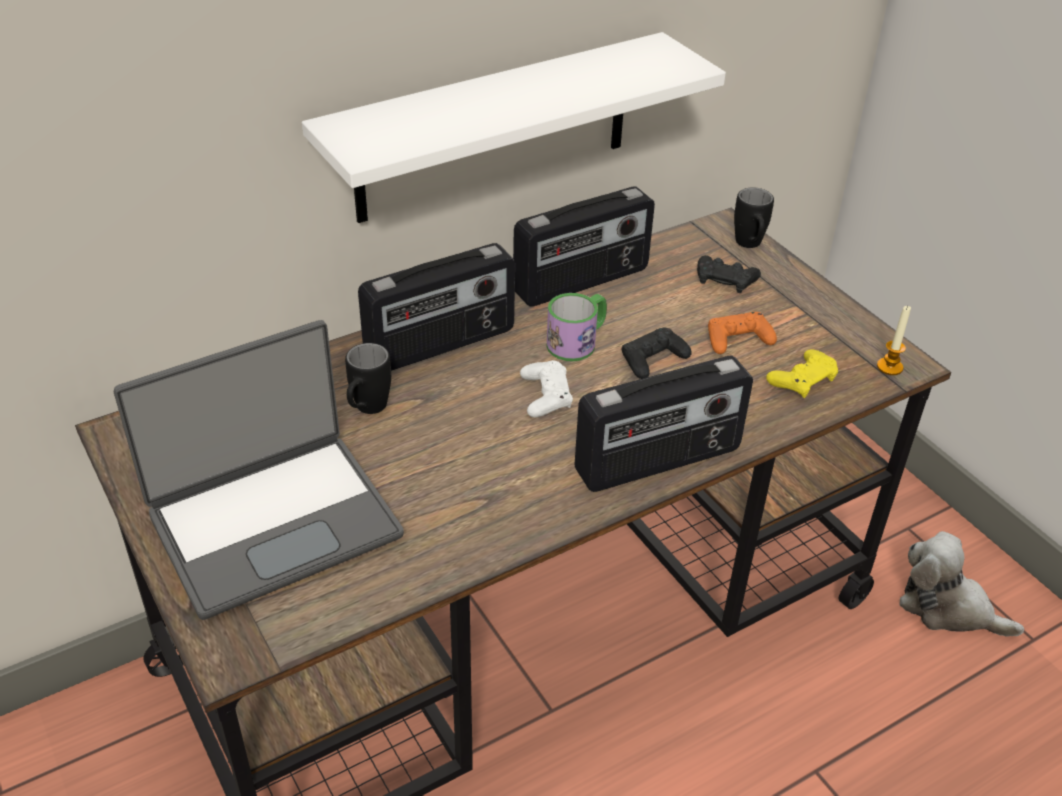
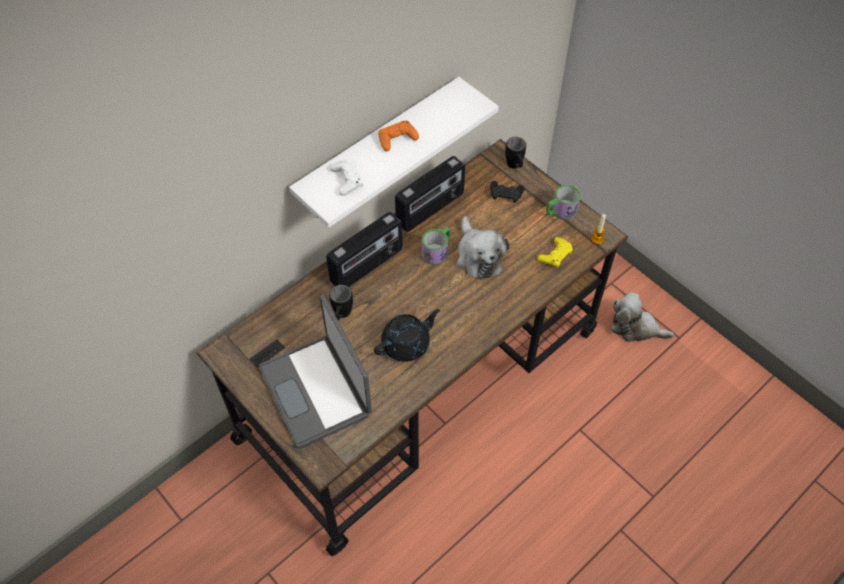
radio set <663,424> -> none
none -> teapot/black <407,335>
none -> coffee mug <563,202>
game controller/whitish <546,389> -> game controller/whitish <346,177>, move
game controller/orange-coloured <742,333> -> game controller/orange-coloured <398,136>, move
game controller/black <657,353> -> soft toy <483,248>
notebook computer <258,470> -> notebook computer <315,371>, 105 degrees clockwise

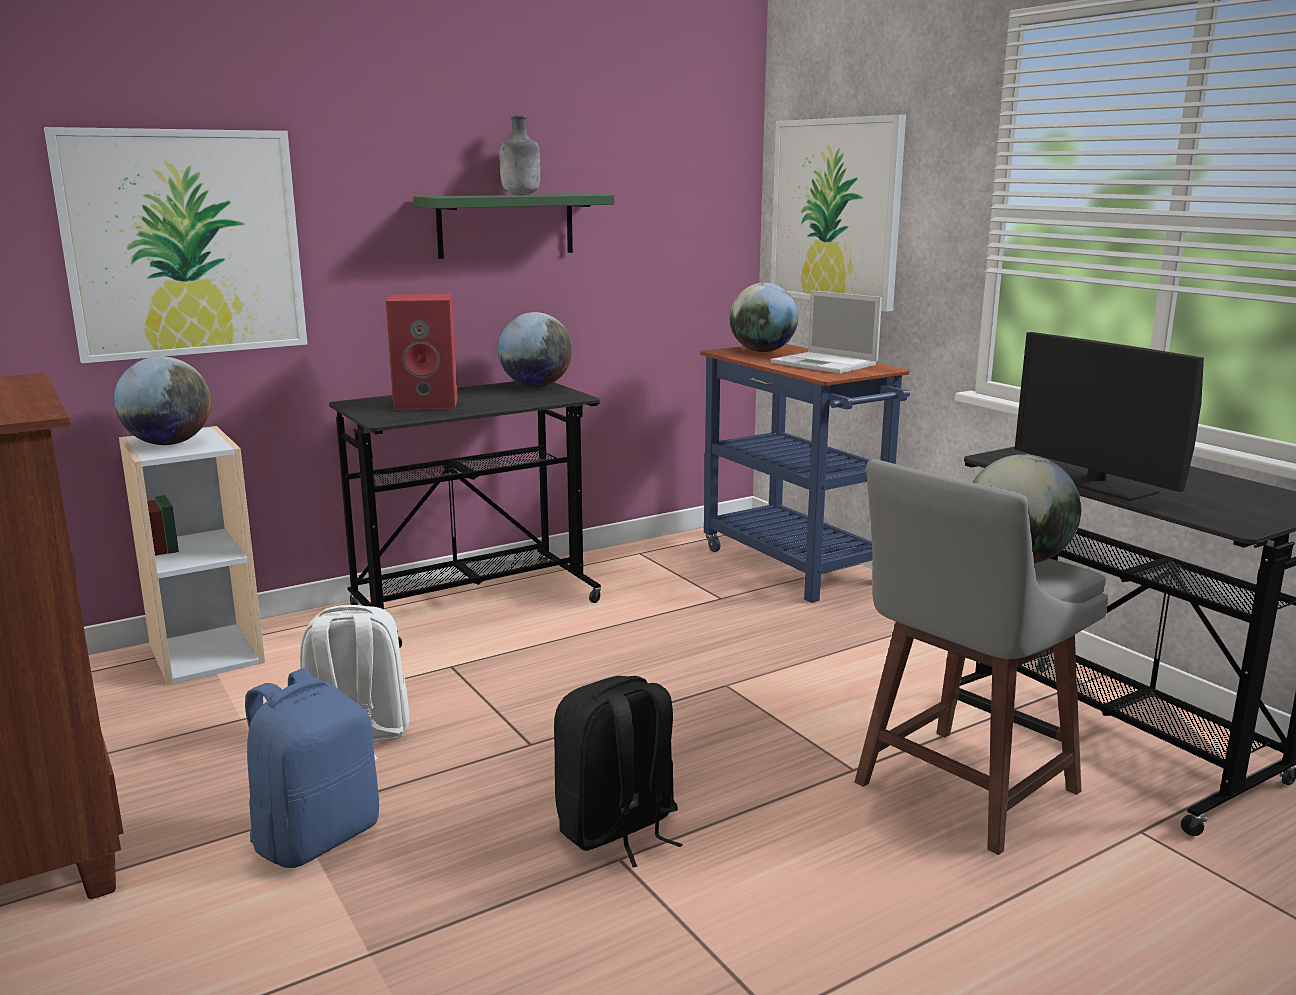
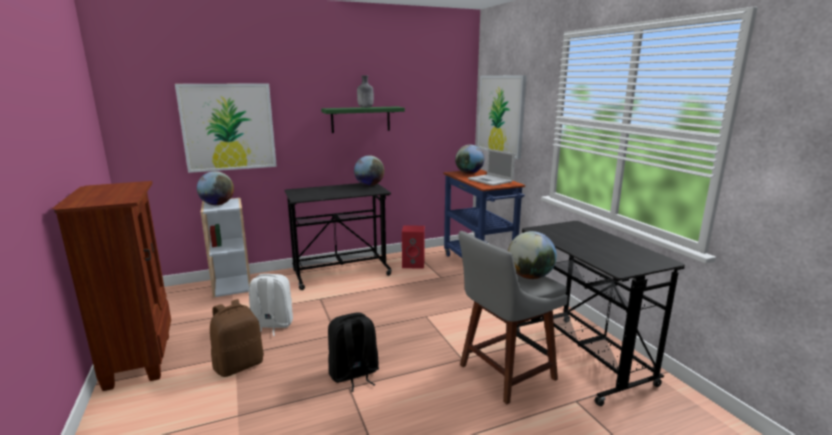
computer display <1109,416> -> none
loudspeaker/reddish <422,352> -> loudspeaker/reddish <413,247>, move
knapsack/blue <312,768> -> knapsack/brown-coloured <237,338>

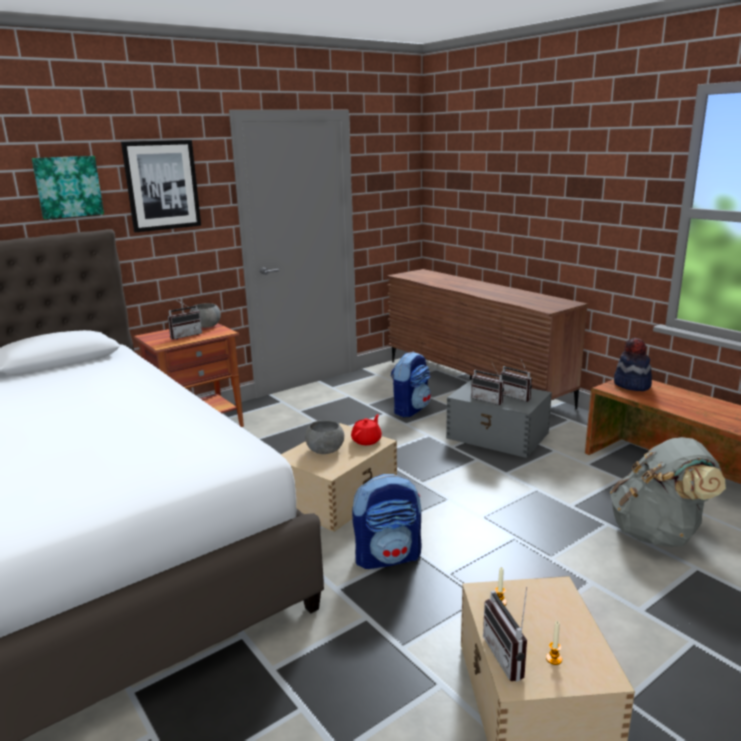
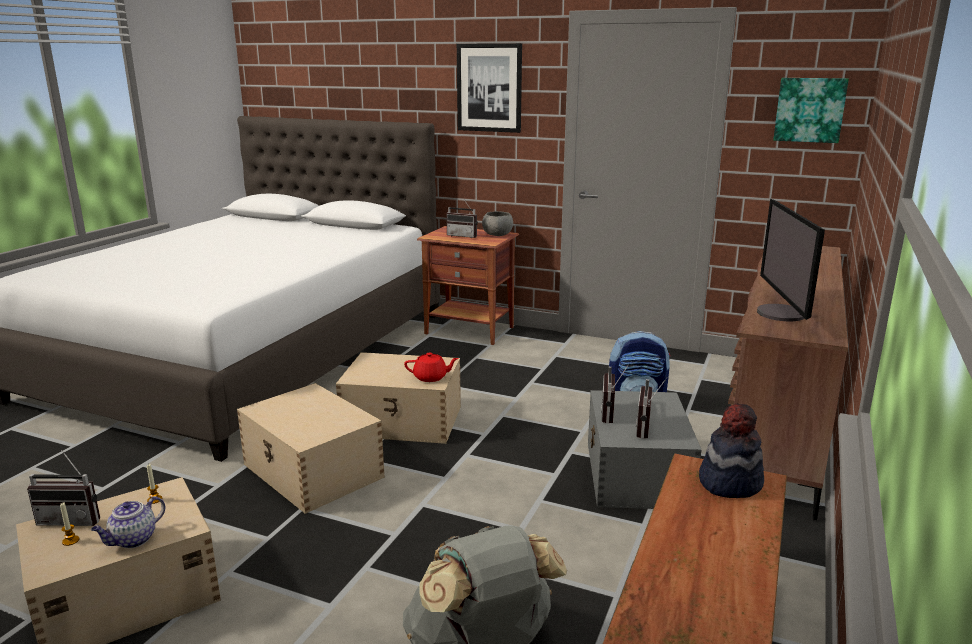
bowl/grey <324,437> -> none
none -> teapot <128,522>
none -> computer display <791,260>
picture <68,187> -> picture <811,110>, move
knapsack <387,521> -> storage bin/sand-coloured <311,448>
radio set <505,634> -> radio set <63,488>, 135 degrees counterclockwise

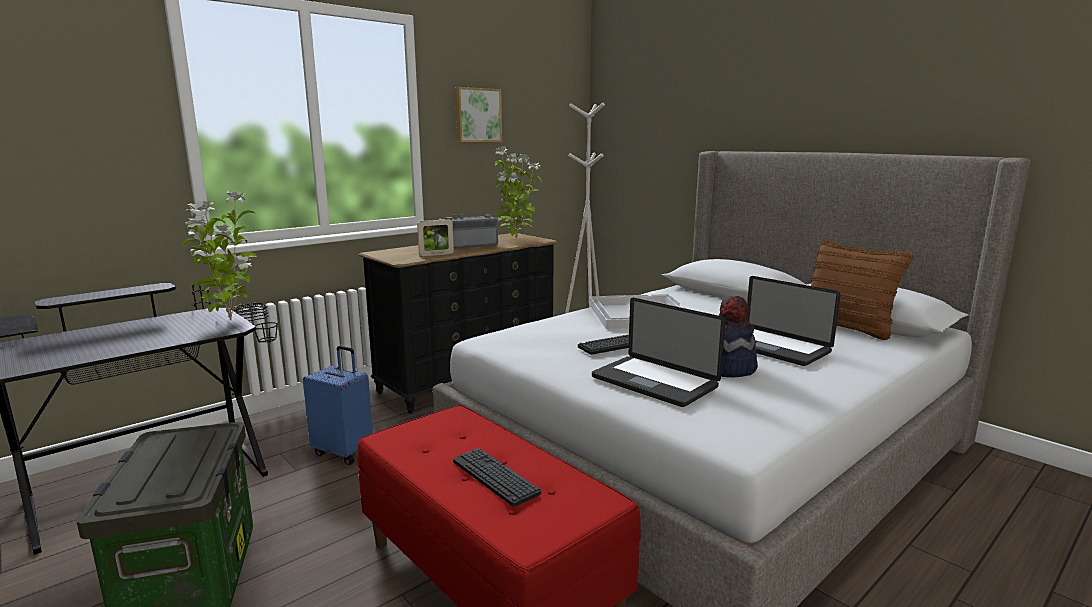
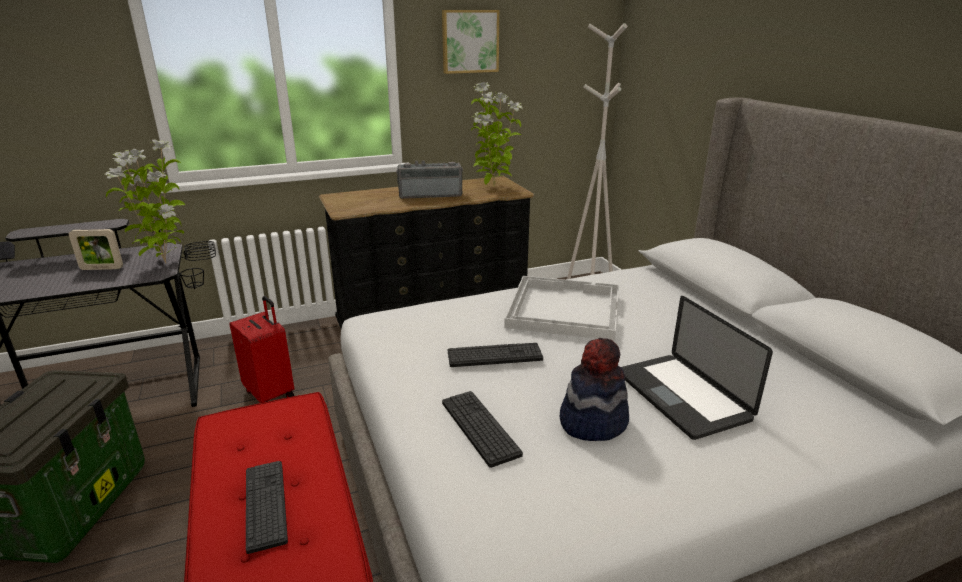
throw pillow/brown-coloured <863,290> -> none
standing frame <435,237> -> standing frame <96,249>, move
notebook computer <658,352> -> computer keyboard <482,429>
suitcase/blue <338,405> -> suitcase/reddish <261,349>

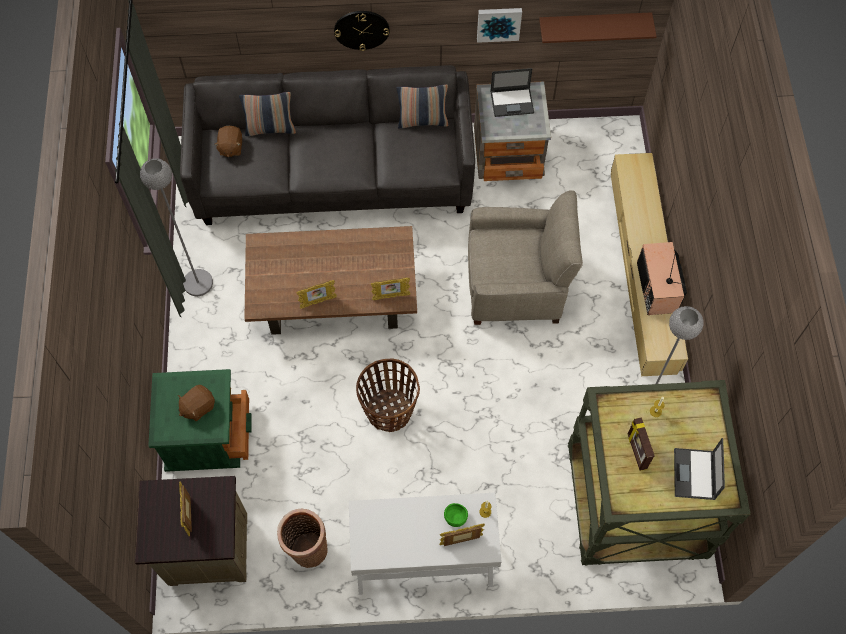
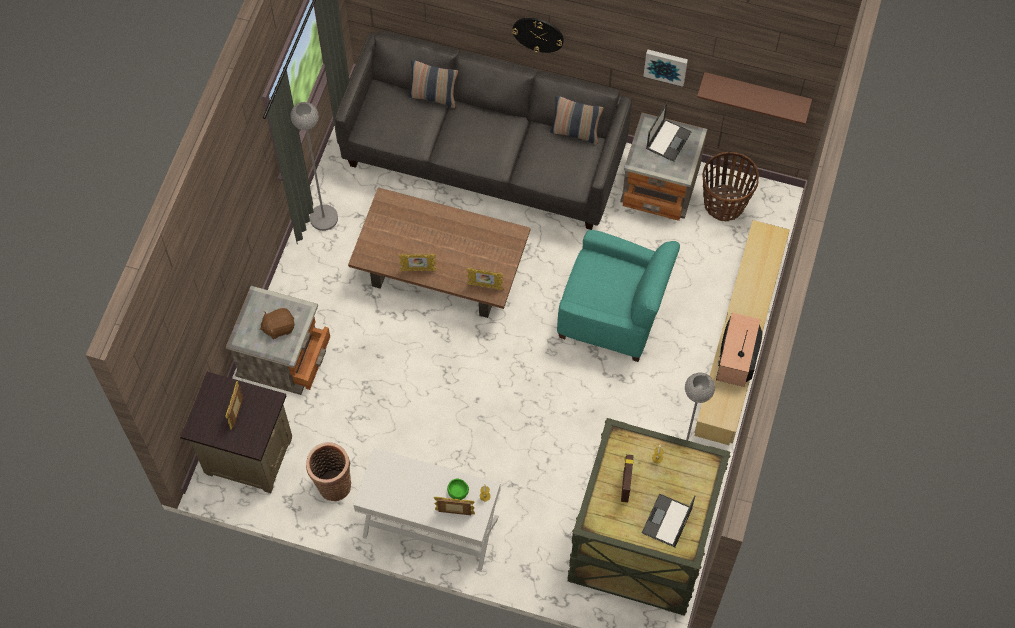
soft toy/brown-coloured <228,142> -> none
basket <388,395> -> basket <730,186>, move
night table/green <200,420> -> night table/grey <278,340>
lounge chair/sand-coloured <525,257> -> lounge chair/turquoise <618,296>
notebook computer <512,92> -> notebook computer <669,132>, 75 degrees counterclockwise

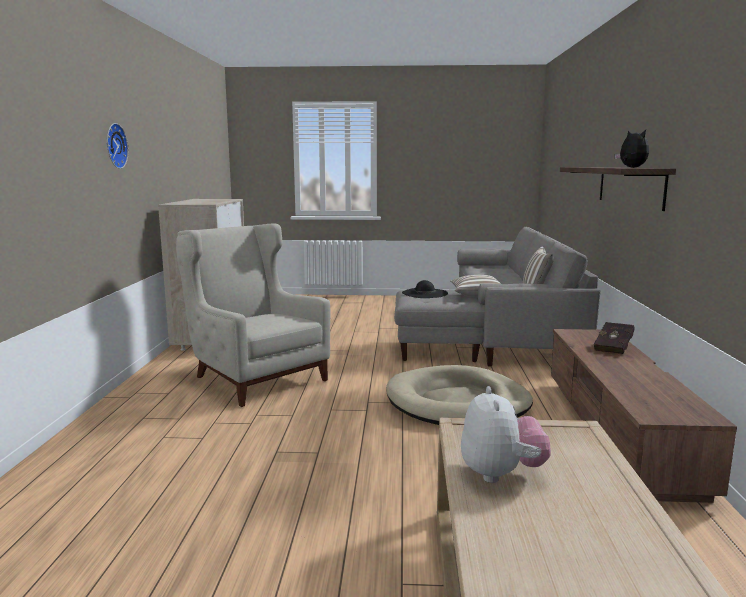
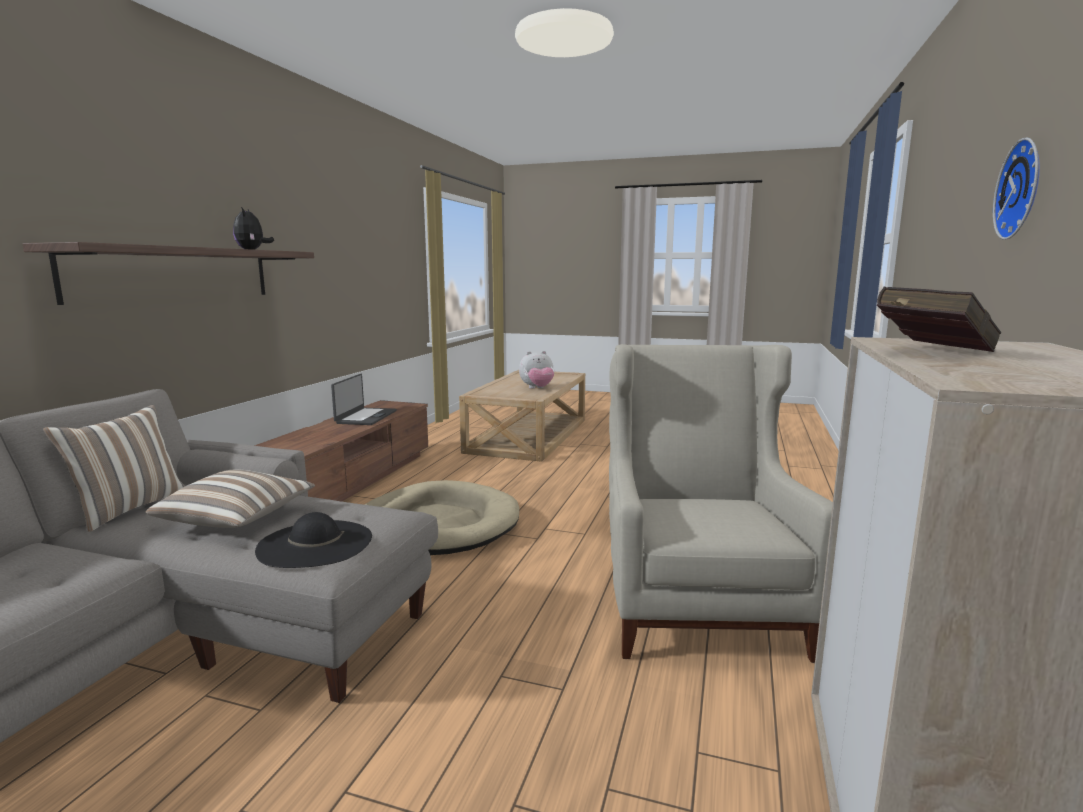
none -> notebook computer <364,399>
book/reddish <614,338> -> book/reddish <939,319>, move
lounge chair/sand-coloured <253,315> -> lounge chair/sand-coloured <721,503>, 150 degrees counterclockwise
soft toy <506,434> -> soft toy <536,370>, 120 degrees counterclockwise

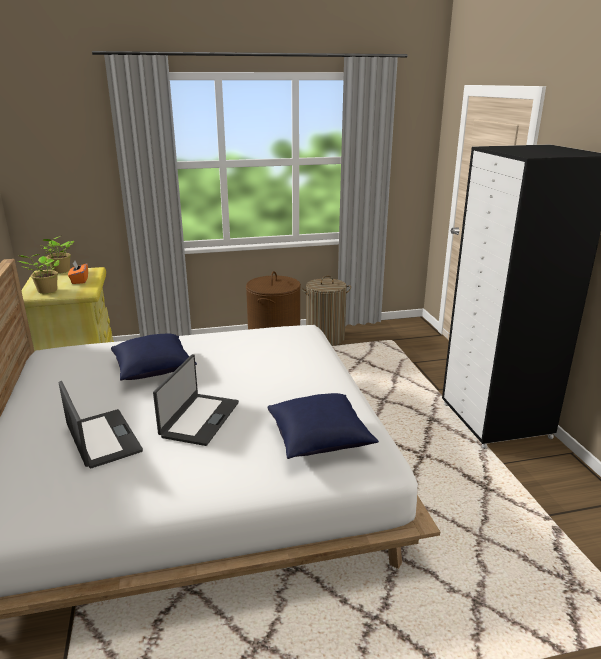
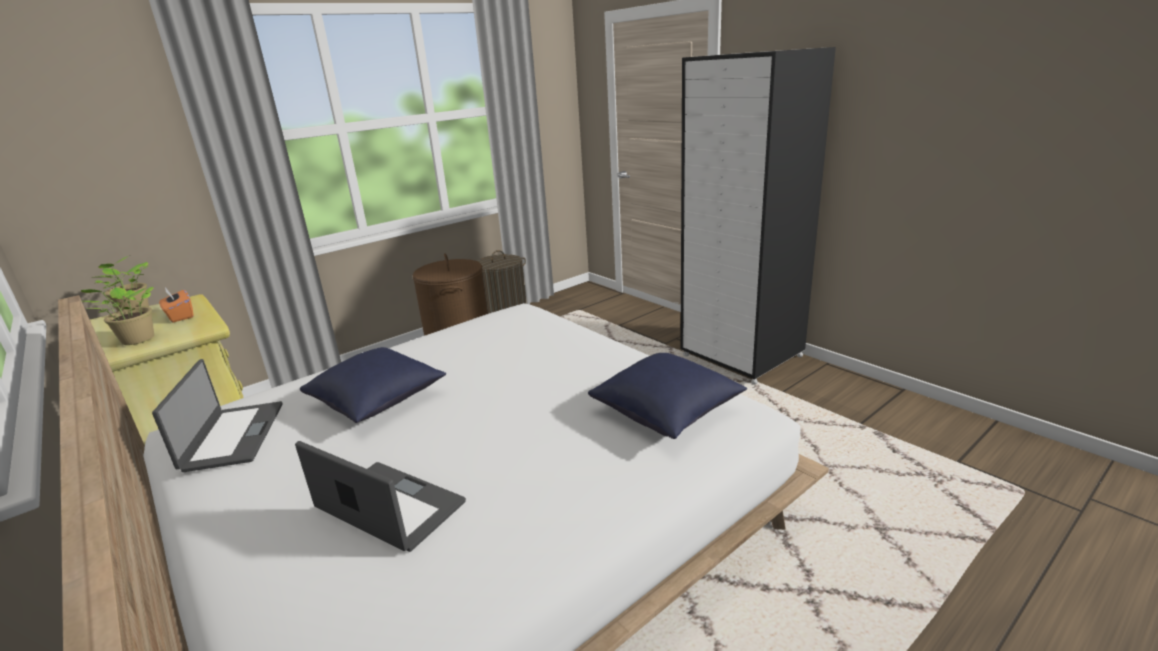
notebook computer <196,400> -> notebook computer <217,415>, move

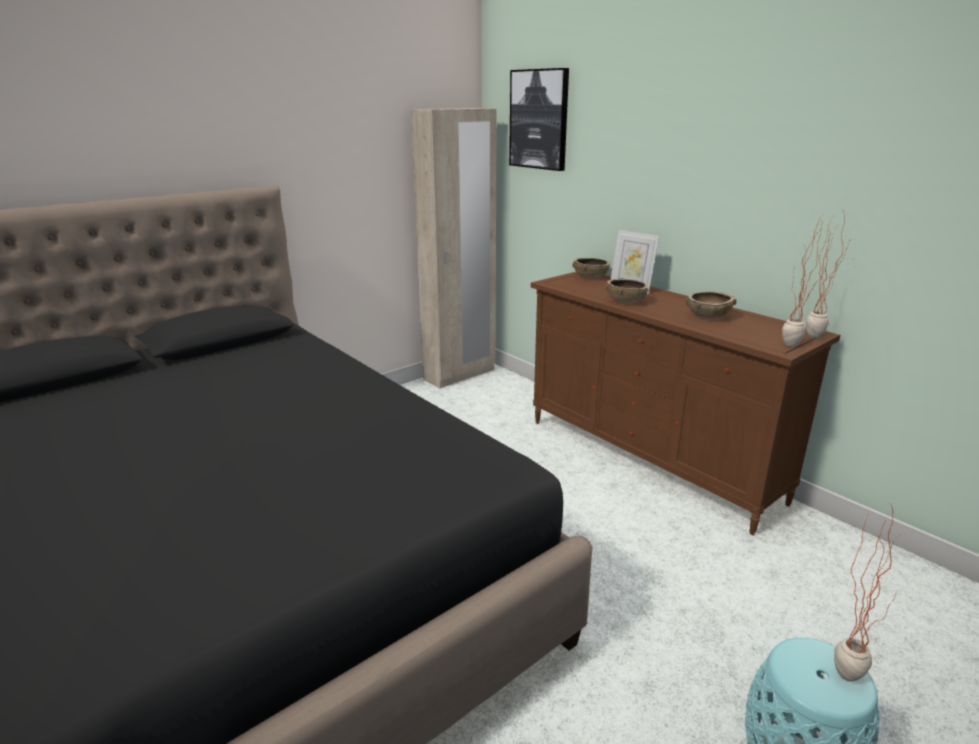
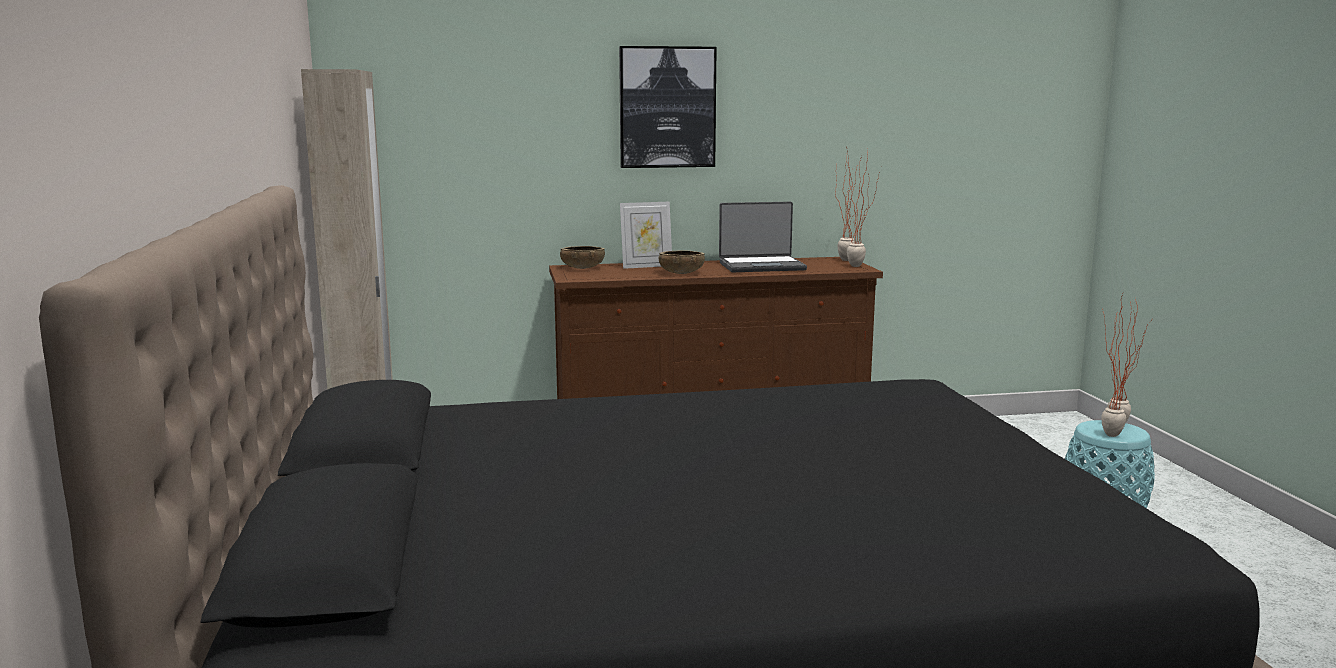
none -> potted plant <1126,368>
picture <539,119> -> picture <668,107>, move
bowl/brown-coloured <711,304> -> notebook computer <763,237>

